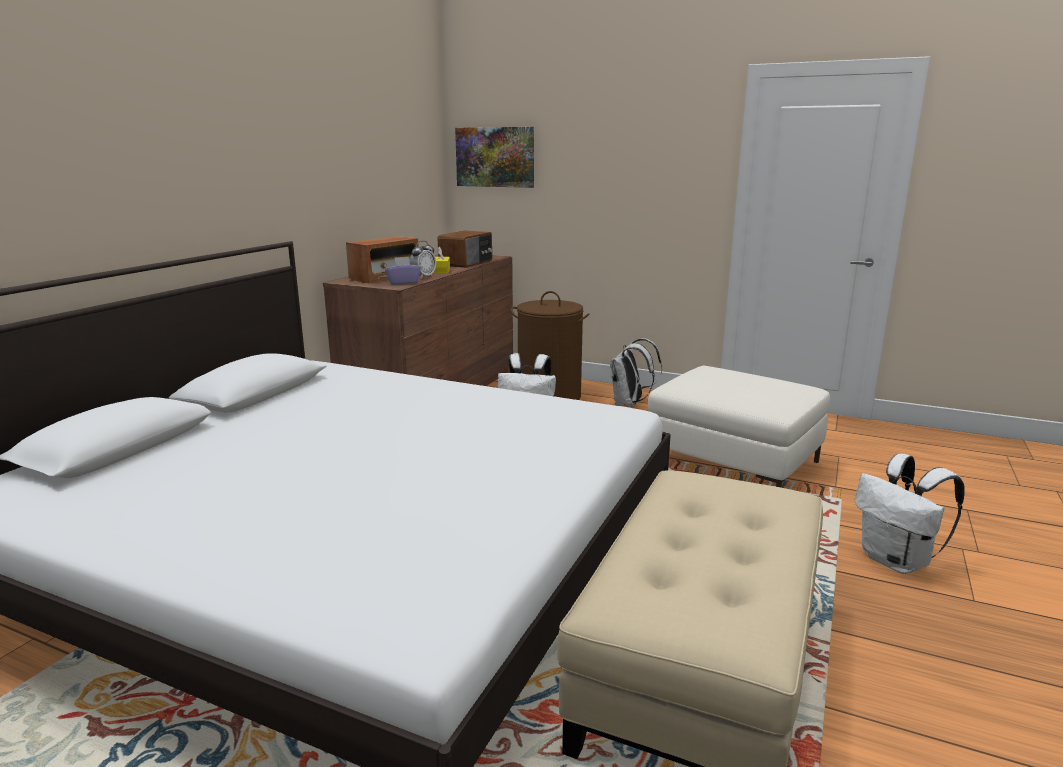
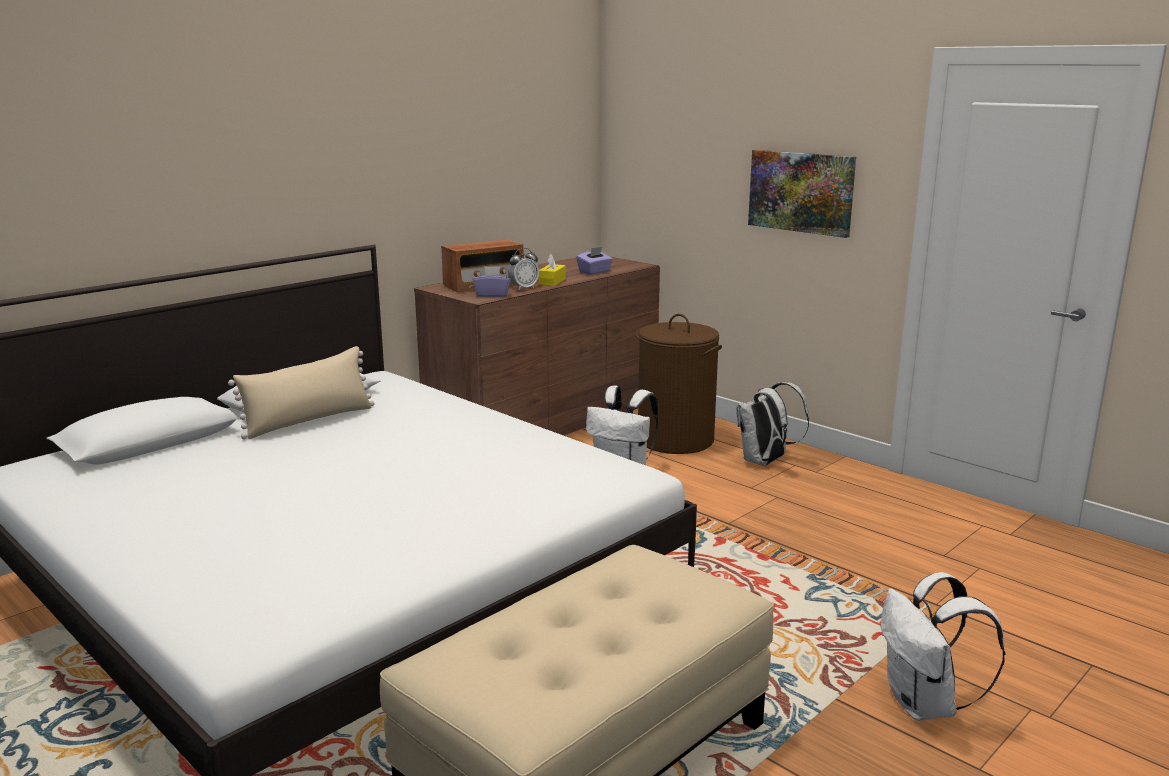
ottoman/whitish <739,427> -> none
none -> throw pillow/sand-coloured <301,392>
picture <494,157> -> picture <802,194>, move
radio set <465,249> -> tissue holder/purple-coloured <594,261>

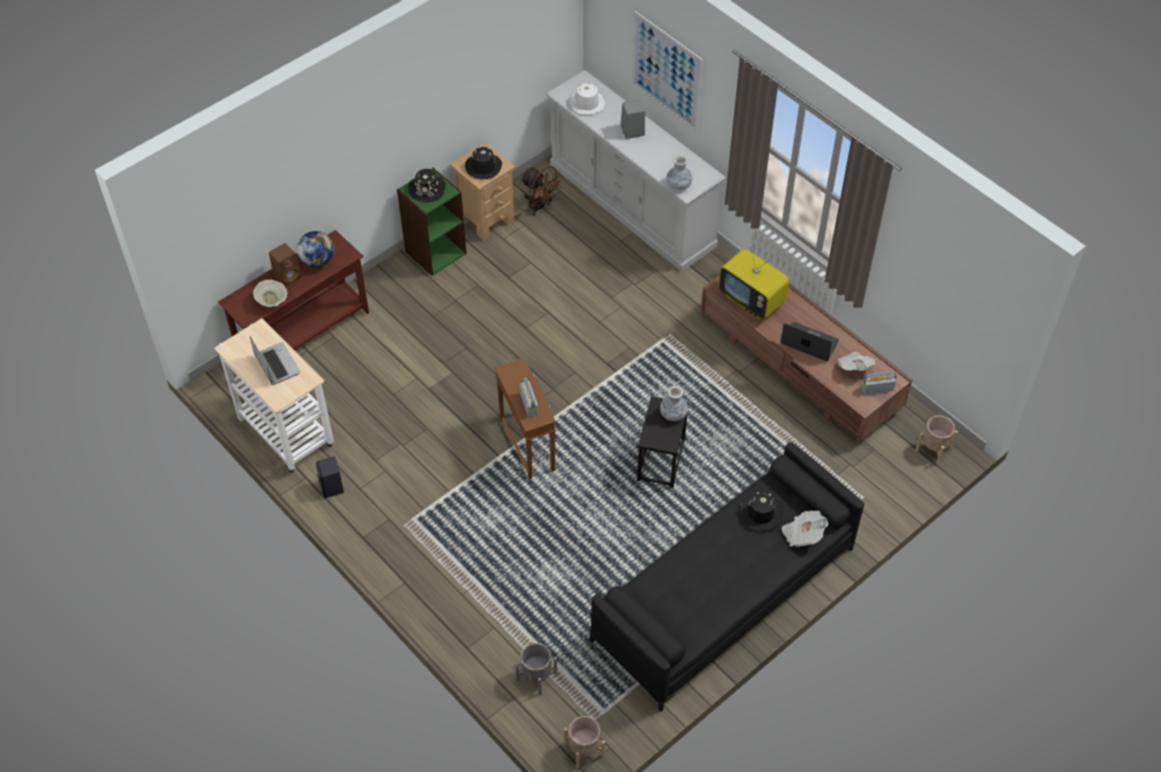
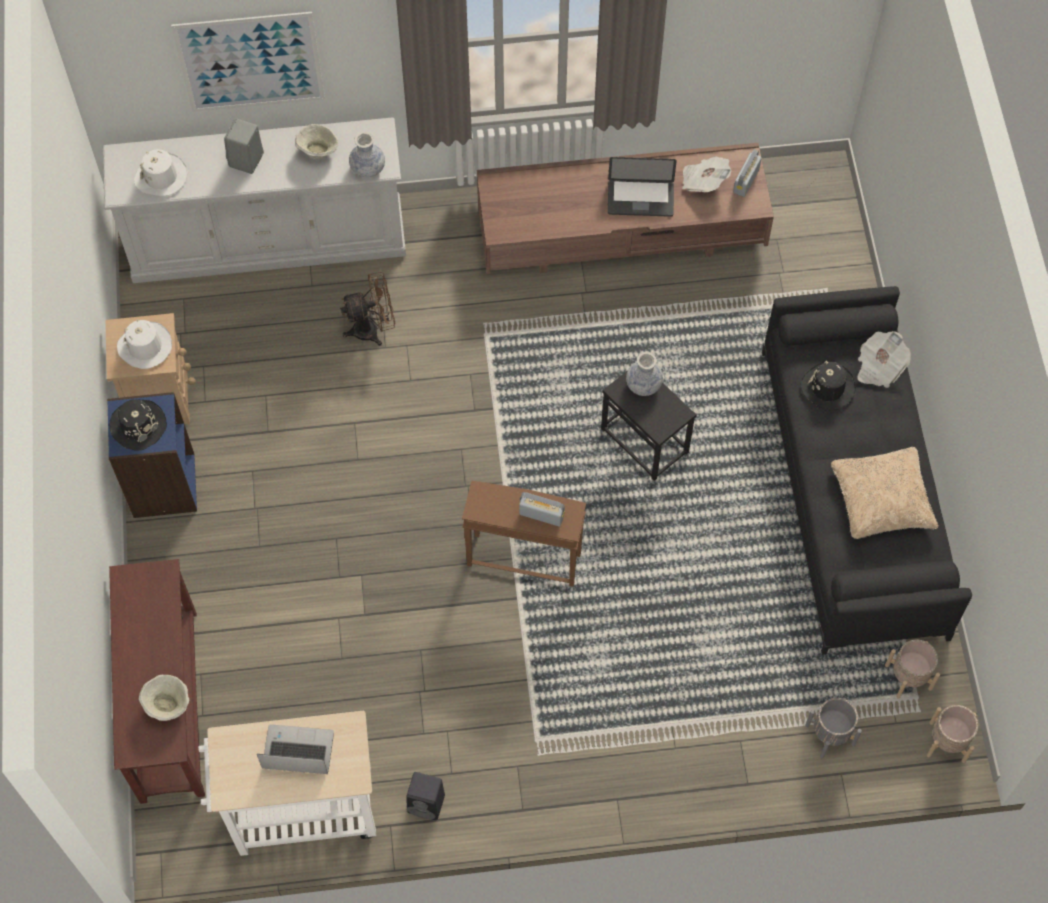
loudspeaker/brown-coloured <285,265> -> none
globe <315,249> -> none
television <754,283> -> none
none -> bowl/sand-coloured <316,141>
none -> throw pillow/sand-coloured <885,493>
electric fan/brown-coloured <542,191> -> electric fan/brown-coloured <367,309>, move
flower pot/sand-coloured <936,440> -> flower pot/sand-coloured <912,669>, move
bookshelf/green <432,222> -> bookshelf/blue <152,455>
clothing hat/black <483,162> -> clothing hat/whitish <144,344>
notebook computer <810,341> -> notebook computer <642,187>, 150 degrees counterclockwise

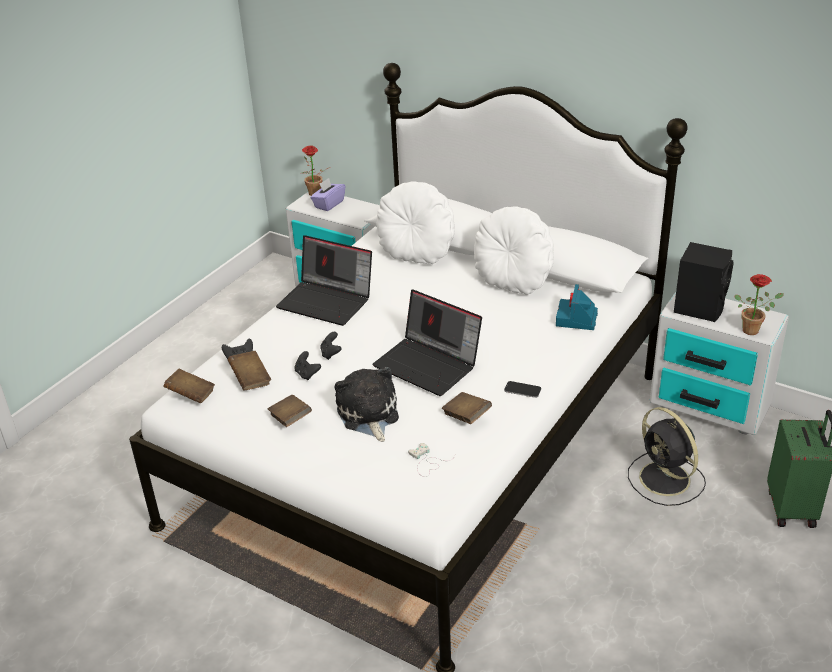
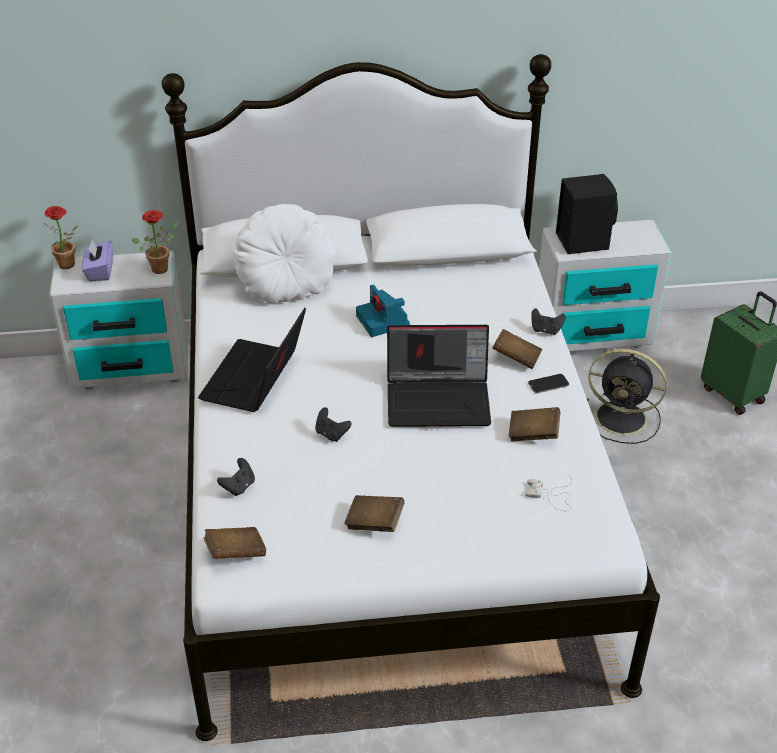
soft toy <367,404> -> none
throw pillow/whitish <514,250> -> none
book/brown-coloured <249,370> -> book/brown-coloured <517,349>, move
game controller/black <307,365> -> game controller/black <548,321>, move
still camera <577,307> -> still camera <383,310>, move
potted plant <759,304> -> potted plant <155,242>, move
notebook computer <324,280> -> notebook computer <252,360>, 120 degrees clockwise

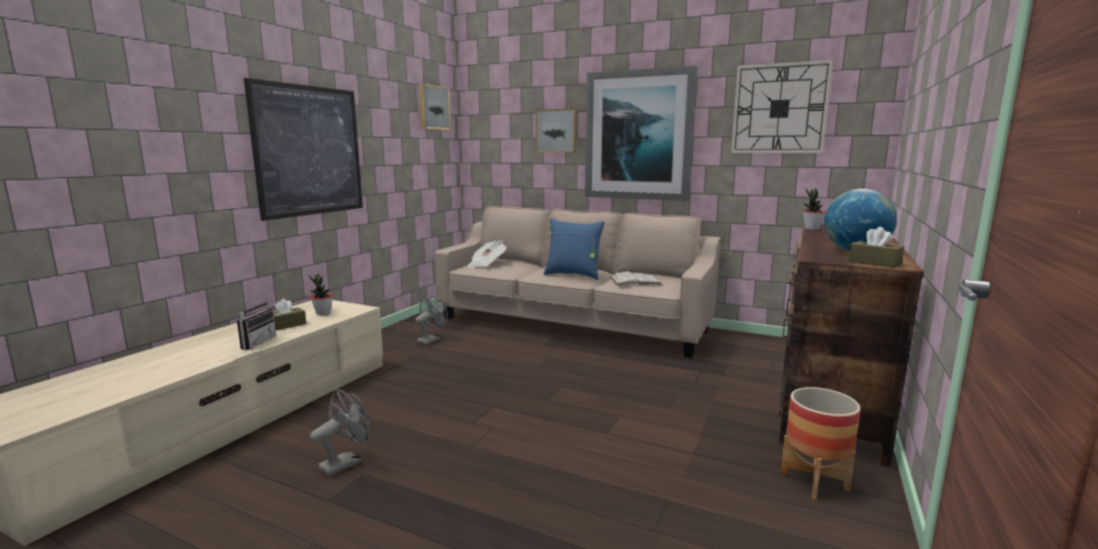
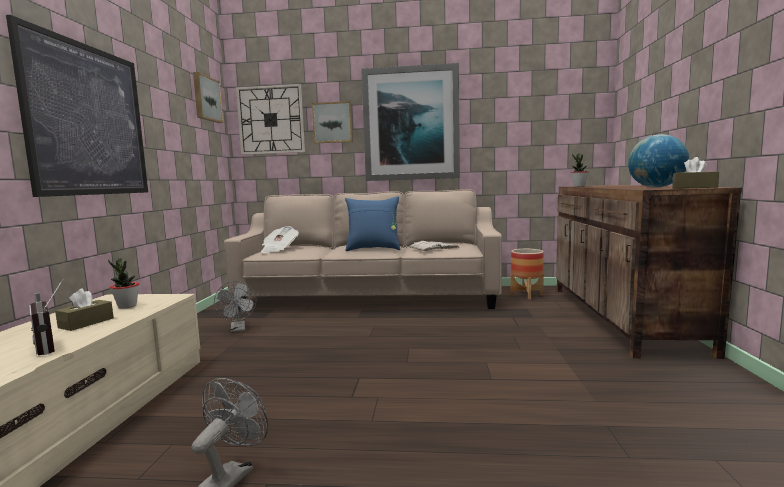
hanging clock <782,106> -> hanging clock <270,119>, move
flower pot <821,443> -> flower pot <527,274>, move
radio set <256,324> -> radio set <46,317>, 150 degrees clockwise
electric fan/grey <431,319> -> electric fan/grey <235,307>, 150 degrees clockwise

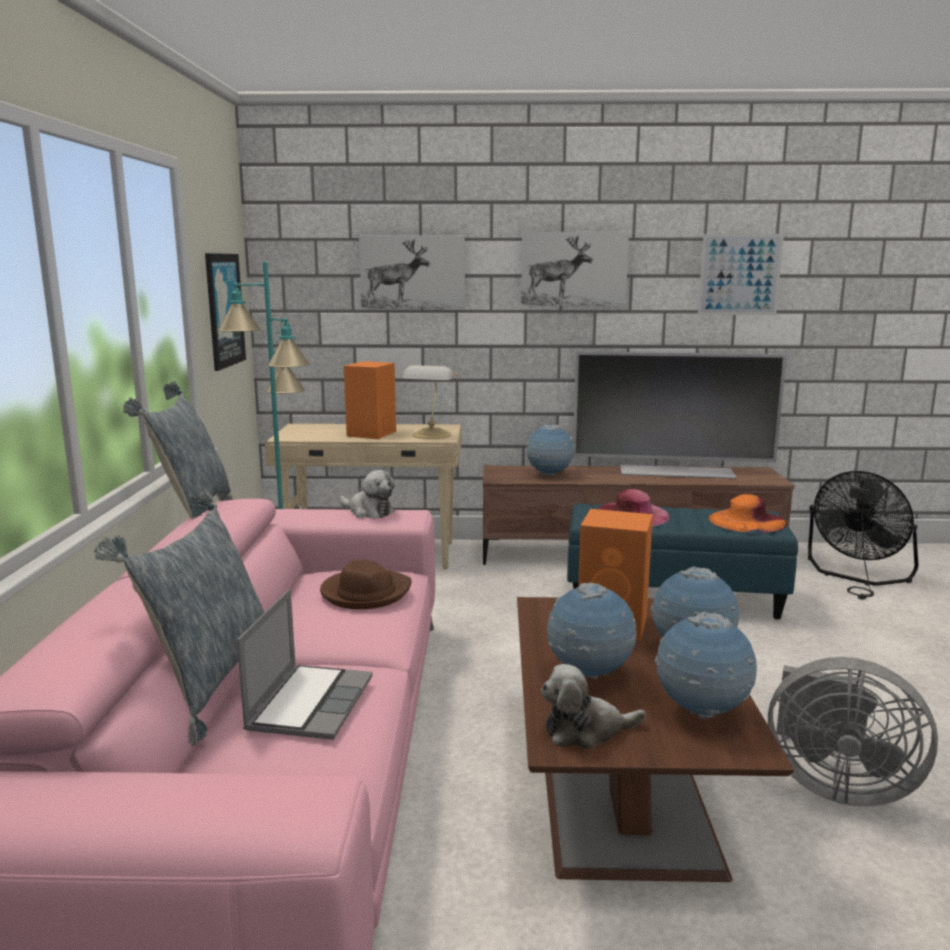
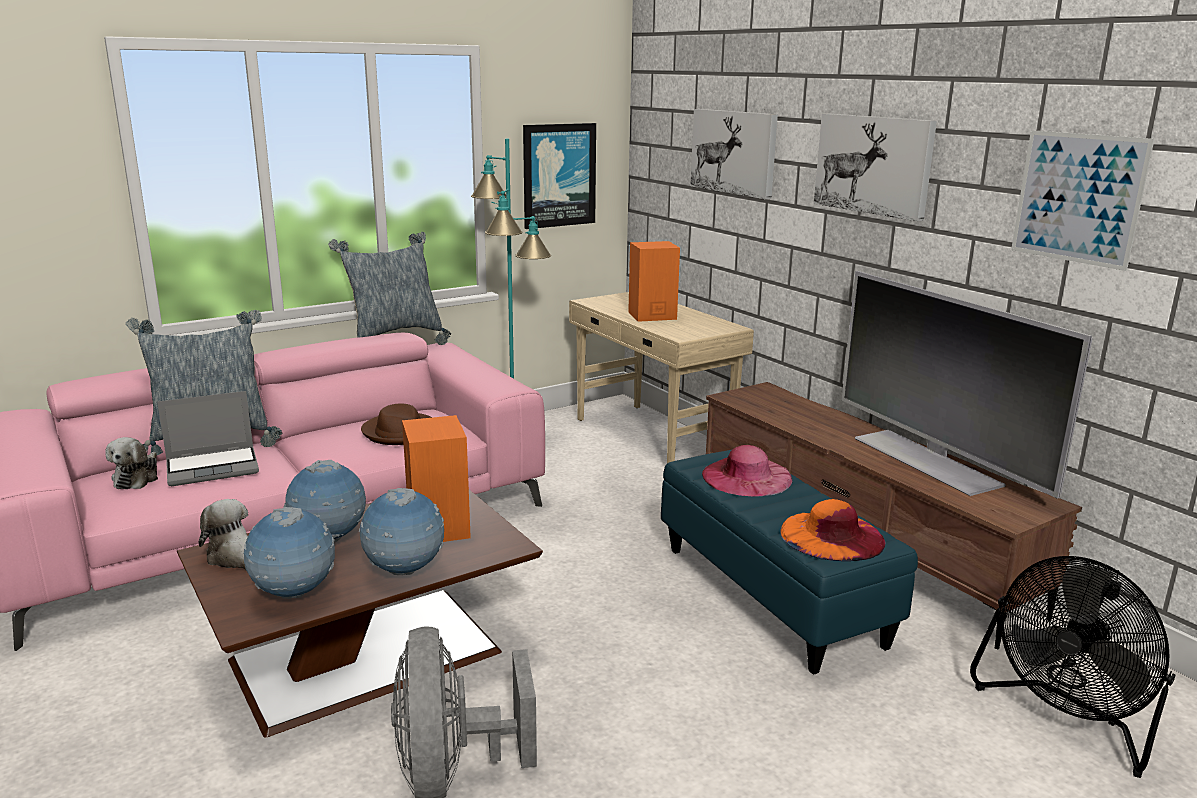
lamp for a table <430,402> -> none
globe <550,450> -> none
soft toy <367,494> -> soft toy <132,463>, move
electric fan/black <863,535> -> electric fan/black <1072,667>, 135 degrees clockwise

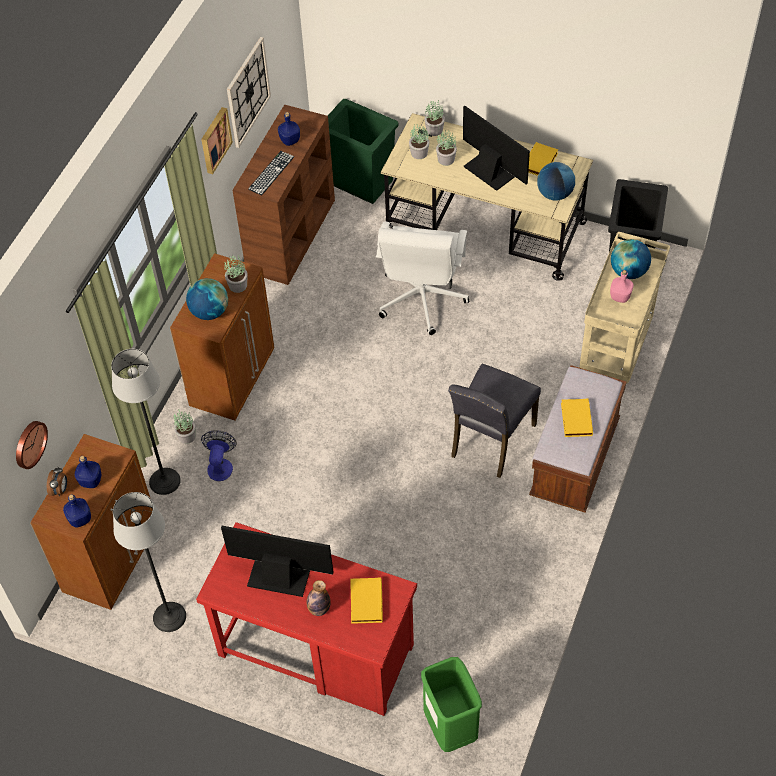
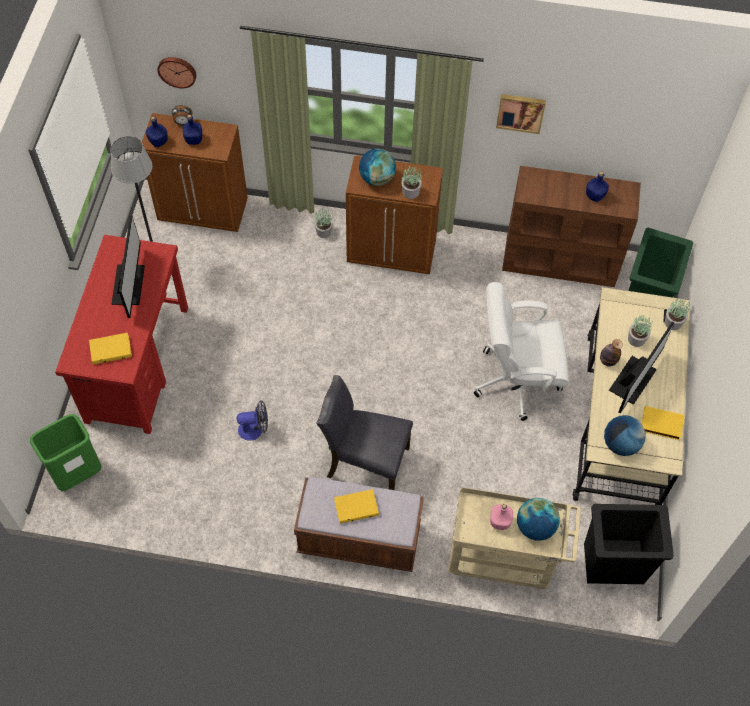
floor lamp <146,422> -> none
hanging clock <249,92> -> none
computer keyboard <271,173> -> none
potted plant <419,141> -> none
electric fan <219,456> -> electric fan <252,421>, move
bottle <318,598> -> bottle <611,353>, move

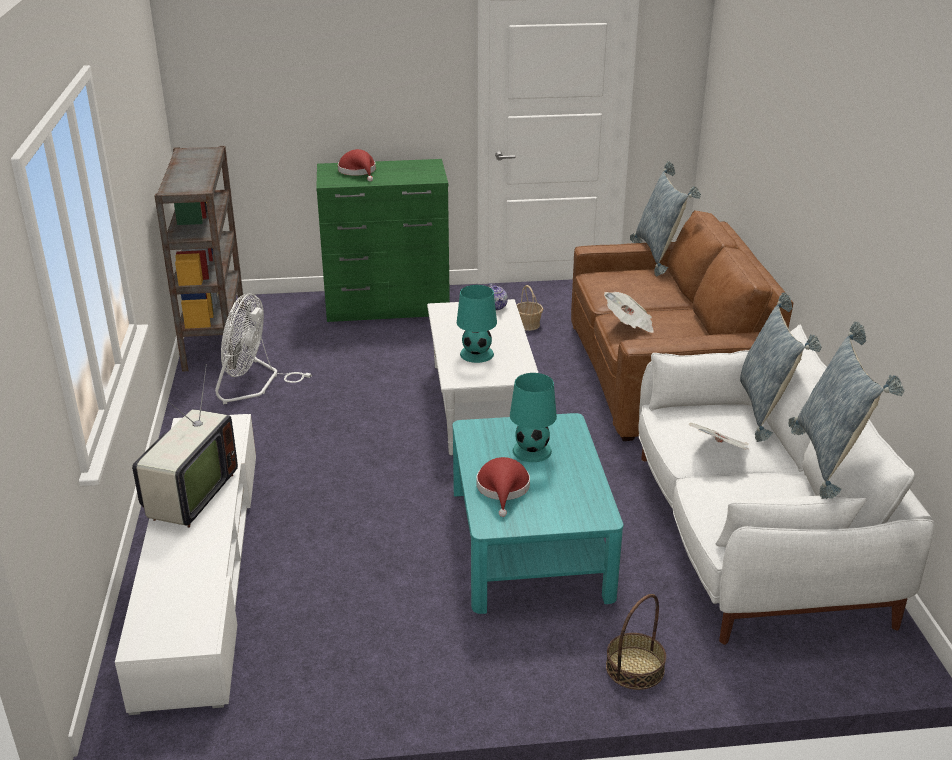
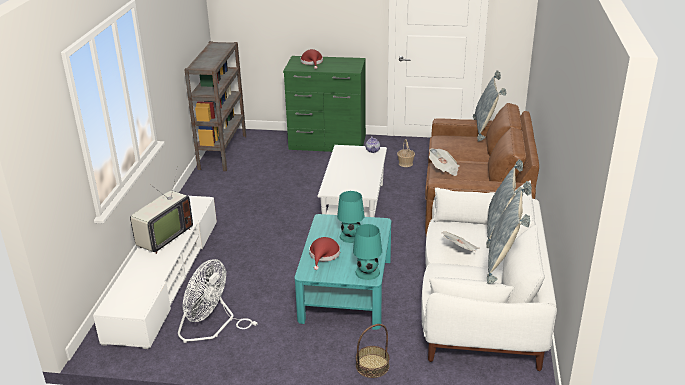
electric fan/whitish <263,348> -> electric fan/whitish <218,301>, move
lamp for a table/turquoise <477,324> -> lamp for a table/turquoise <367,252>, move

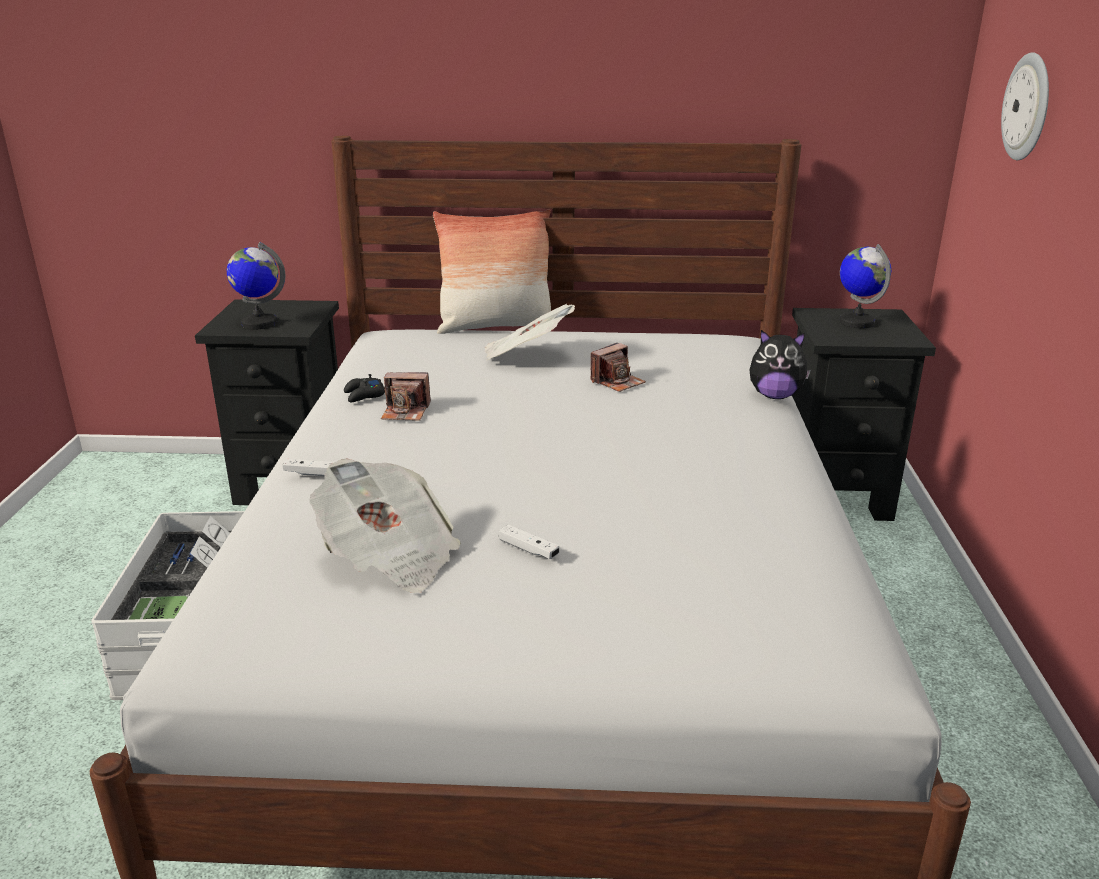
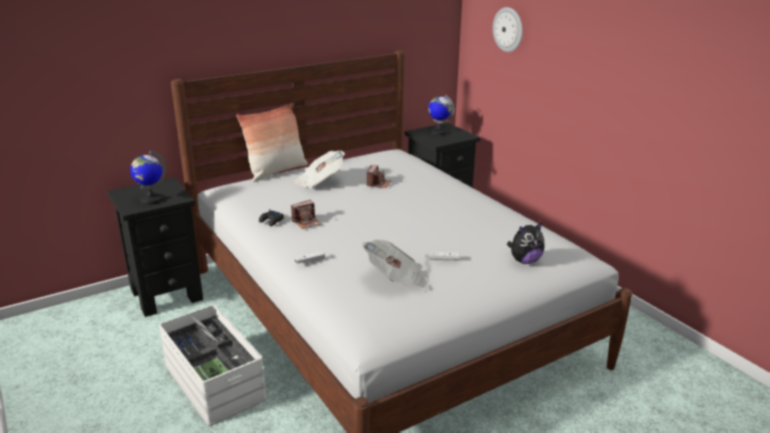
soft toy <780,364> -> soft toy <525,243>, move

